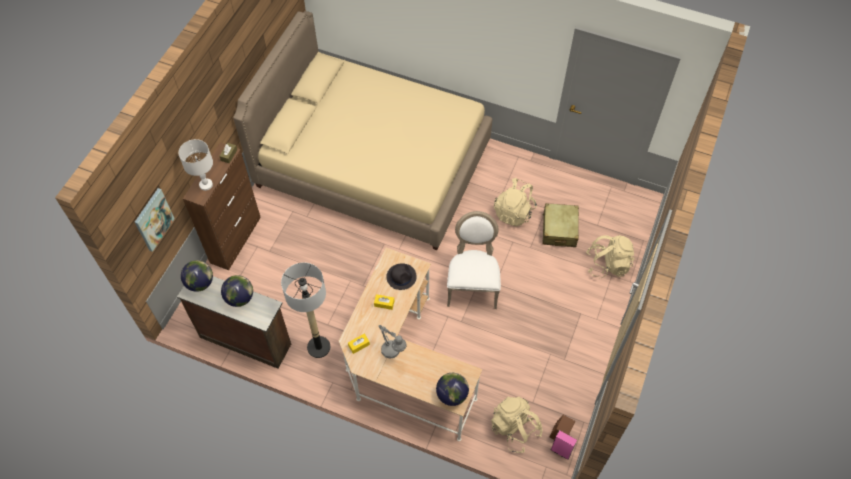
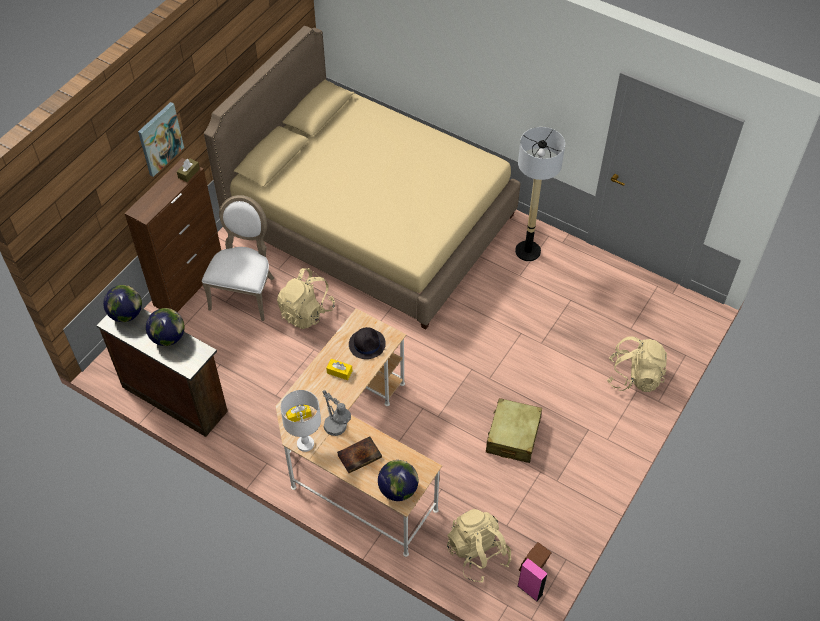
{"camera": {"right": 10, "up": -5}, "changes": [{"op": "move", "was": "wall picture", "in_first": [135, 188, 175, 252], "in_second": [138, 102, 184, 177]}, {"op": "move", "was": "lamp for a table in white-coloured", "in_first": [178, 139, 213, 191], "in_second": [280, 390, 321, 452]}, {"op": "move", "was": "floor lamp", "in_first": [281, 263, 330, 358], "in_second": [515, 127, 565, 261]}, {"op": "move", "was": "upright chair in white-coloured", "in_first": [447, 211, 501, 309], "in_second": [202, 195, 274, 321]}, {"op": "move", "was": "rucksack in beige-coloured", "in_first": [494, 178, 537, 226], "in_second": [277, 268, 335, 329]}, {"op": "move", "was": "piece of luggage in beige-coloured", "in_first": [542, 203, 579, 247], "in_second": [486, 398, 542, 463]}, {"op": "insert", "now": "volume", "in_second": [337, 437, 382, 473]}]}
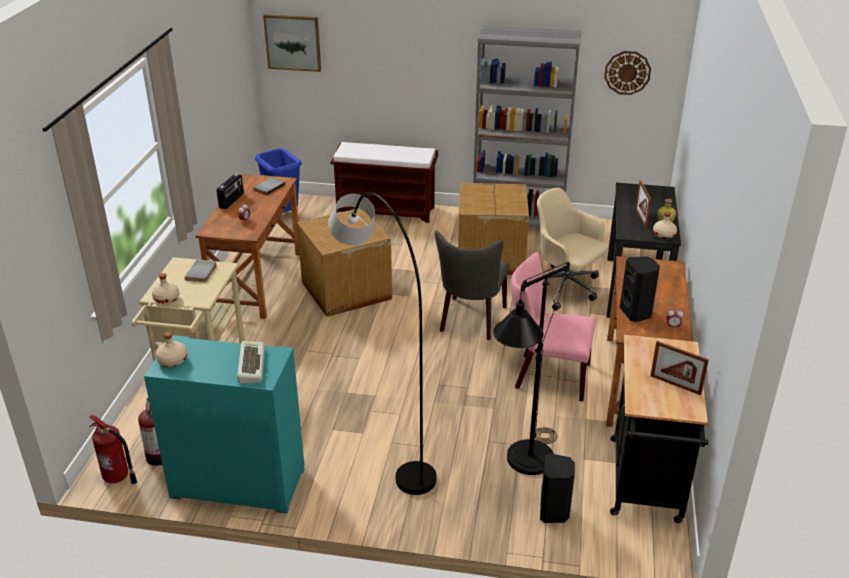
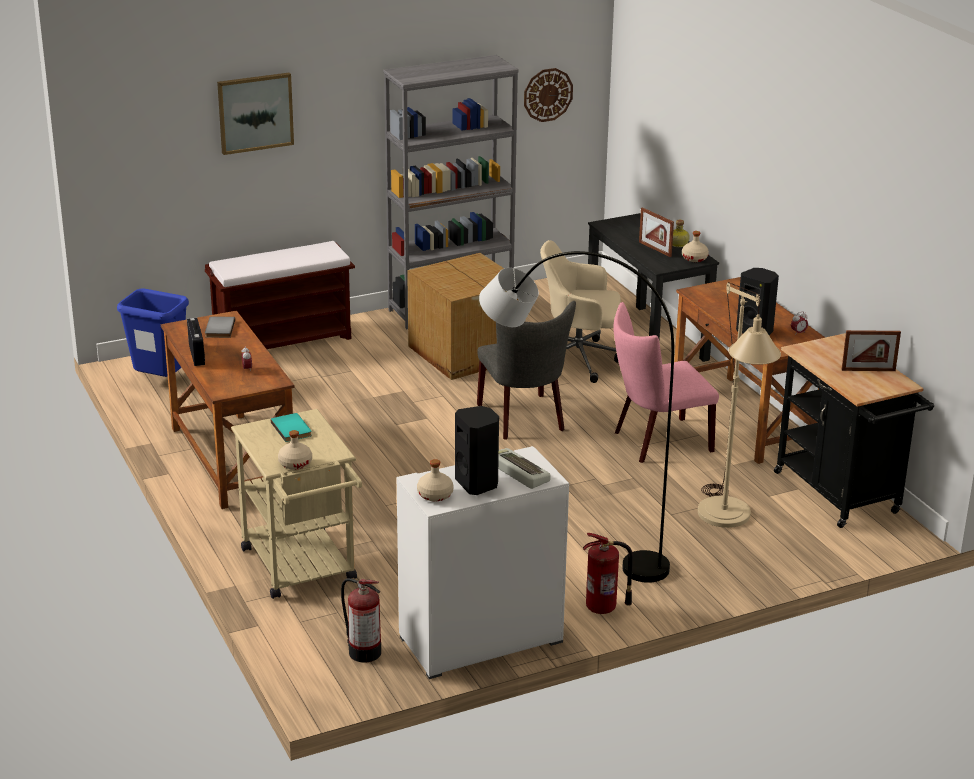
{"camera": {"right": -35, "up": -5}, "changes": [{"op": "move", "was": "fire-fighting cylinder", "in_first": [89, 414, 137, 484], "in_second": [583, 533, 633, 614]}, {"op": "recolor", "was": "storage cabinet in blue-green", "now": "storage cabinet in white-coloured", "in_first": [144, 335, 304, 513], "in_second": [397, 446, 569, 679]}, {"op": "recolor", "was": "volume in greyish", "now": "volume in blue-green", "in_first": [185, 260, 217, 282], "in_second": [270, 413, 312, 442]}, {"op": "move", "was": "wall picture", "in_first": [263, 14, 321, 72], "in_second": [217, 73, 294, 155]}, {"op": "delete", "was": "carton", "in_first": [297, 208, 392, 317]}, {"op": "recolor", "was": "floor lamp in black", "now": "floor lamp in beige-coloured", "in_first": [493, 262, 570, 475], "in_second": [698, 282, 781, 528]}, {"op": "move", "was": "speaker in black", "in_first": [540, 453, 575, 523], "in_second": [455, 406, 499, 495]}]}
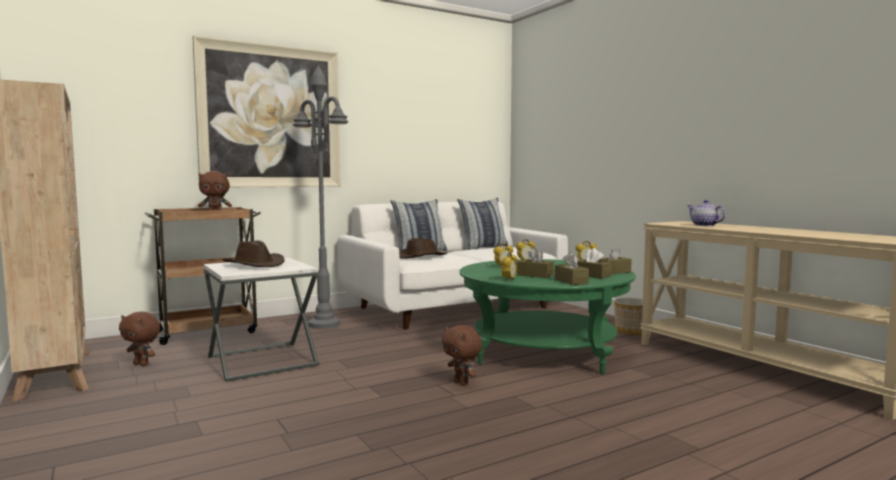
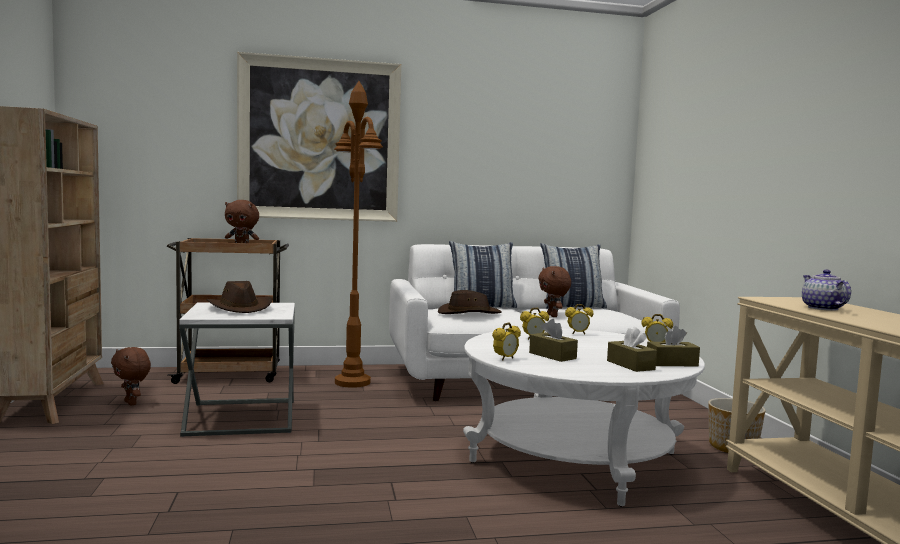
{"camera": {"right": 20, "up": 0}, "changes": [{"op": "recolor", "was": "floor lamp in greyish", "now": "floor lamp in brown", "in_first": [293, 66, 348, 329], "in_second": [334, 81, 383, 388]}, {"op": "move", "was": "soft toy in brown", "in_first": [442, 325, 482, 386], "in_second": [538, 266, 571, 317]}, {"op": "recolor", "was": "coffee table in greenish", "now": "coffee table in white-coloured", "in_first": [460, 259, 636, 374], "in_second": [463, 328, 705, 506]}, {"op": "delete", "was": "box of tissues in brown", "in_first": [555, 252, 589, 285]}]}
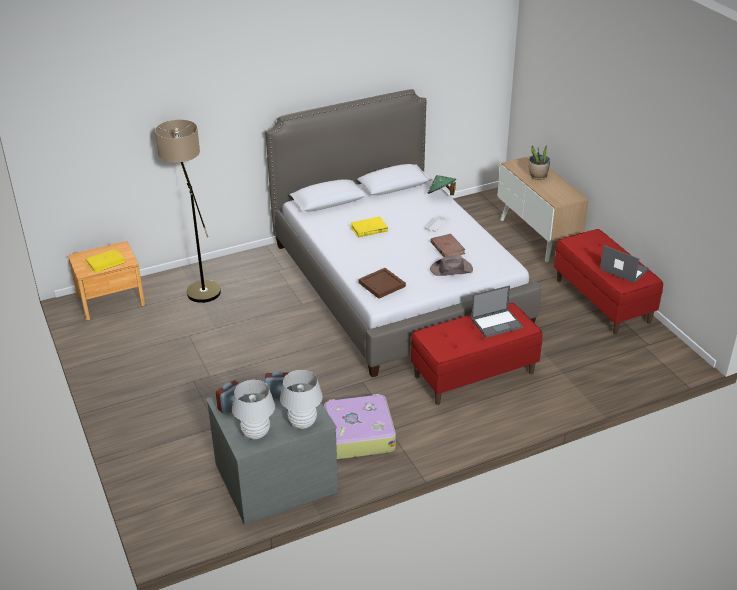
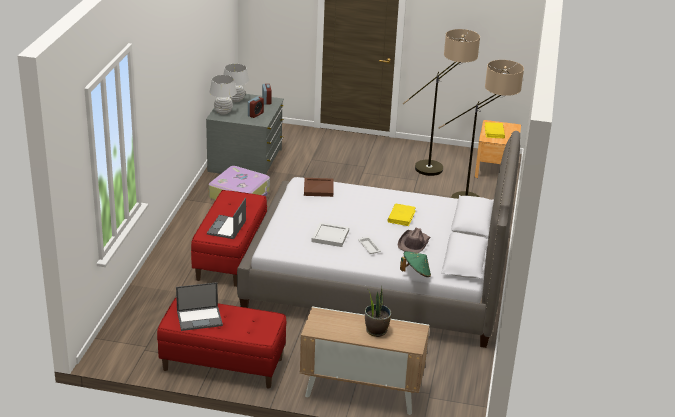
{"camera": {"right": 125, "up": -5}, "changes": [{"op": "replace", "was": "volume in brown", "now": "carrying tray in white-coloured", "in_first": [430, 234, 466, 257], "in_second": [311, 222, 349, 247]}, {"op": "move", "was": "wearable hat in brown", "in_first": [430, 254, 473, 276], "in_second": [398, 228, 430, 253]}, {"op": "insert", "now": "floor lamp", "in_second": [403, 29, 480, 176]}]}
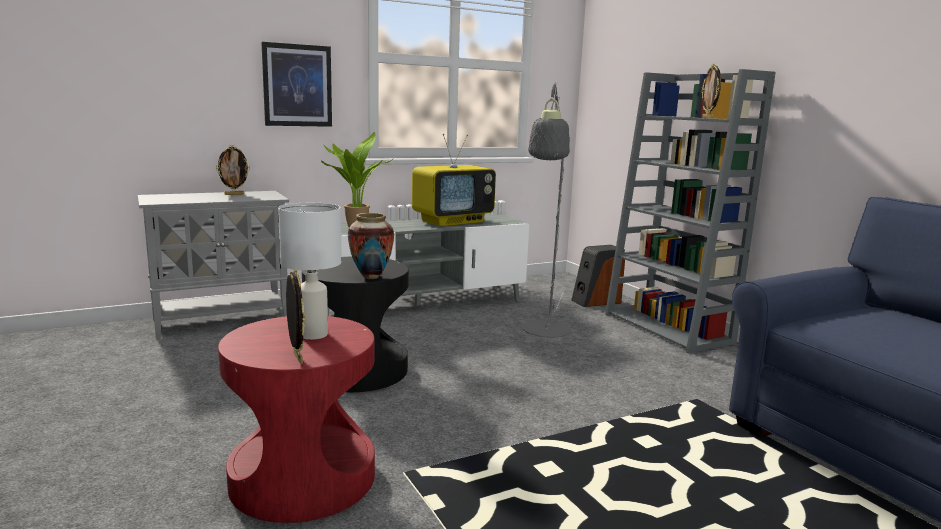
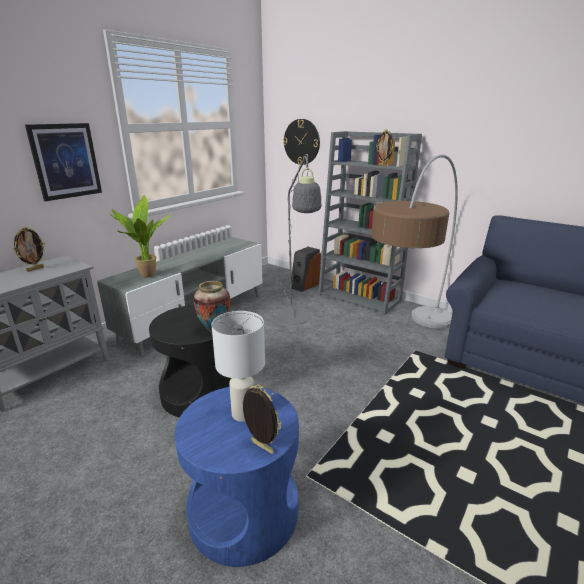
{"camera": {"right": -25, "up": 10}, "changes": [{"op": "recolor", "was": "side table in red-coloured", "now": "side table in bluish", "in_first": [218, 316, 375, 523], "in_second": [175, 387, 299, 567]}, {"op": "delete", "was": "television", "in_first": [412, 134, 496, 226]}, {"op": "insert", "now": "wall clock", "in_second": [283, 119, 320, 165]}, {"op": "insert", "now": "floor lamp", "in_second": [371, 154, 458, 329]}]}
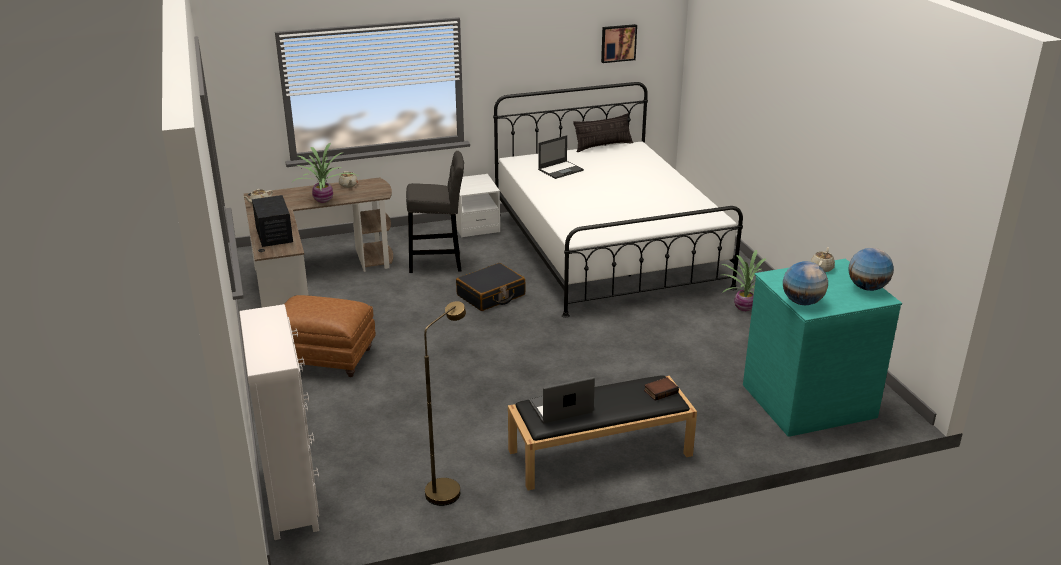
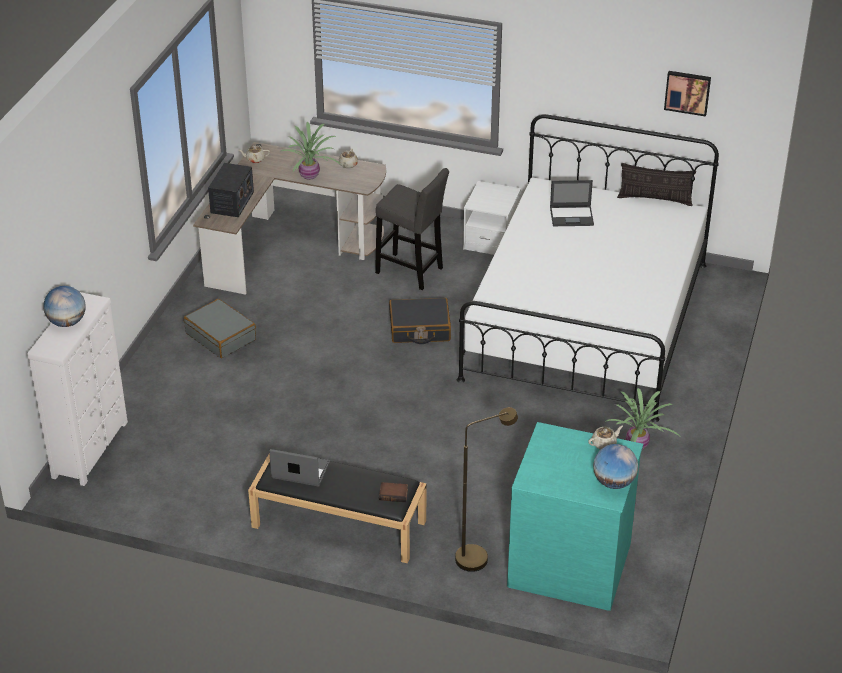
{"camera": {"right": 35, "up": 10}, "changes": [{"op": "replace", "was": "ottoman in brown", "now": "piece of luggage in greyish", "in_first": [285, 295, 376, 377], "in_second": [184, 299, 256, 358]}, {"op": "move", "was": "floor lamp in brown", "in_first": [424, 301, 466, 506], "in_second": [455, 407, 518, 572]}, {"op": "move", "was": "desk globe", "in_first": [783, 261, 828, 305], "in_second": [43, 286, 86, 327]}]}
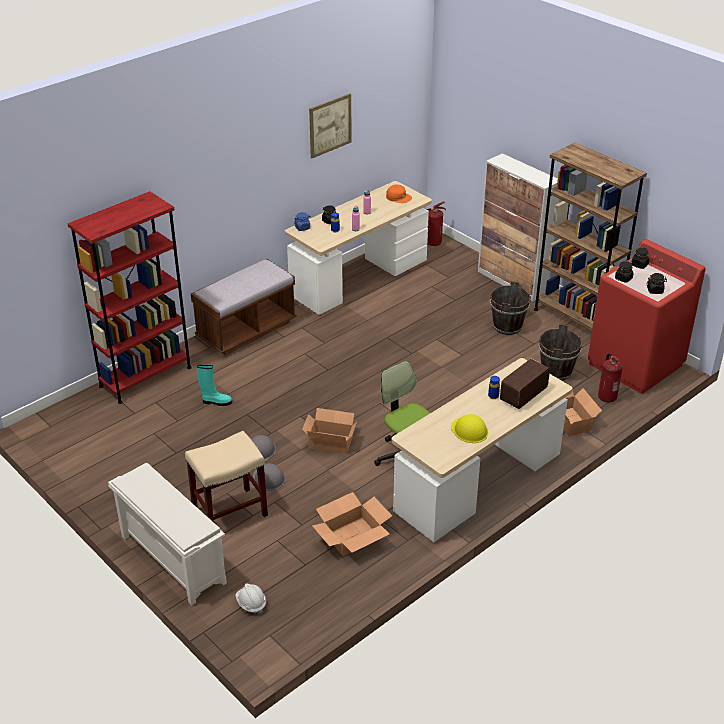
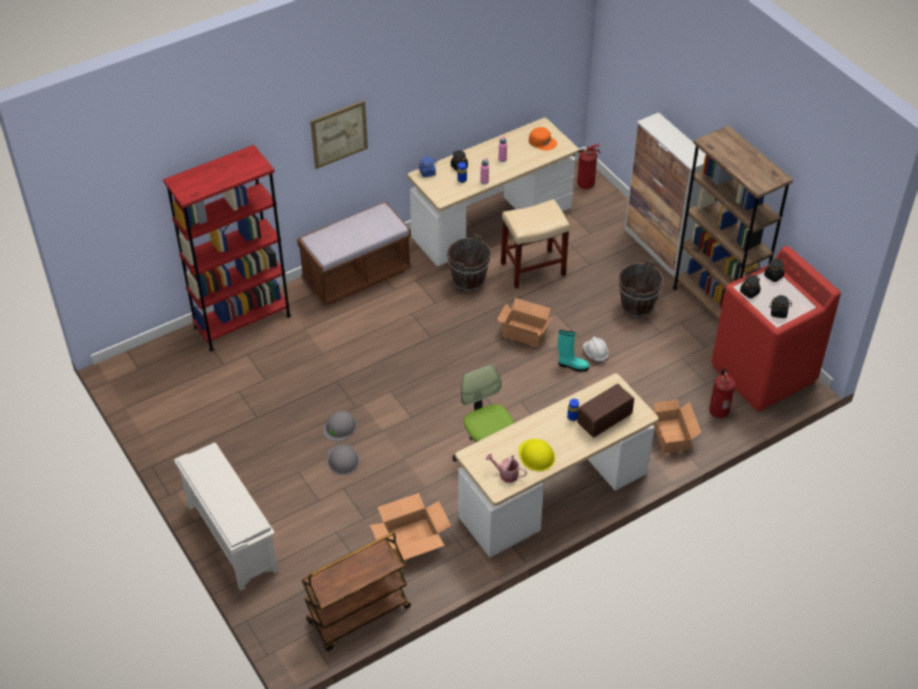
{"camera": {"right": 10, "up": 10}, "changes": [{"op": "move", "was": "stool in beige-coloured", "in_first": [185, 431, 268, 522], "in_second": [501, 199, 570, 289]}, {"op": "move", "was": "boot in blue-green", "in_first": [197, 365, 232, 406], "in_second": [558, 330, 589, 372]}, {"op": "move", "was": "safety helmet in white-coloured", "in_first": [235, 583, 266, 615], "in_second": [583, 337, 609, 363]}, {"op": "move", "was": "carton", "in_first": [302, 408, 357, 454], "in_second": [497, 298, 552, 347]}, {"op": "move", "was": "wall picture", "in_first": [309, 93, 352, 158], "in_second": [310, 100, 368, 169]}, {"op": "move", "was": "bucket in brown", "in_first": [539, 324, 582, 381], "in_second": [447, 234, 491, 292]}, {"op": "insert", "now": "cart in brown", "in_second": [302, 532, 411, 651]}, {"op": "insert", "now": "watering pot", "in_second": [486, 454, 527, 483]}]}
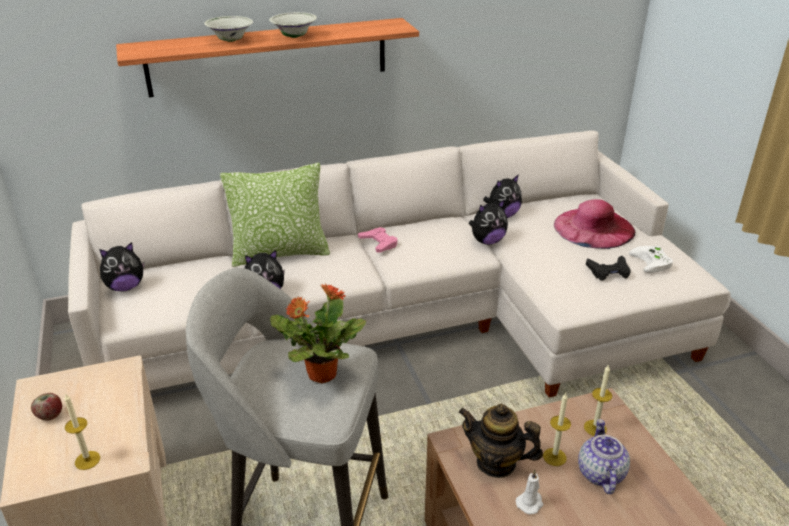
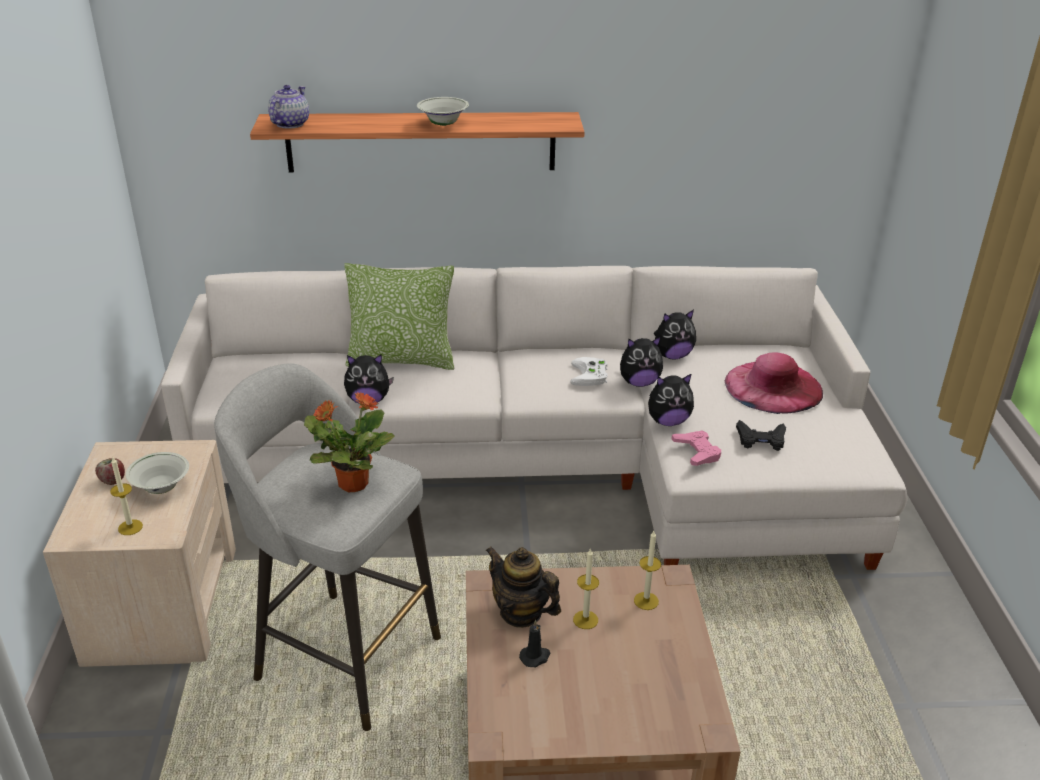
{"camera": {"right": 15, "up": 0}, "changes": [{"op": "move", "was": "soft toy", "in_first": [99, 242, 145, 291], "in_second": [648, 373, 694, 426]}, {"op": "move", "was": "bowl in white-coloured", "in_first": [204, 16, 253, 42], "in_second": [126, 452, 189, 494]}, {"op": "move", "was": "game controller in pinkish", "in_first": [358, 227, 398, 252], "in_second": [671, 431, 721, 466]}, {"op": "recolor", "was": "candle in white-coloured", "now": "candle in black", "in_first": [516, 470, 543, 514], "in_second": [519, 620, 550, 667]}, {"op": "move", "was": "tea pot", "in_first": [578, 419, 630, 494], "in_second": [268, 85, 309, 129]}, {"op": "move", "was": "game controller in white-coloured", "in_first": [629, 246, 673, 273], "in_second": [570, 357, 608, 386]}]}
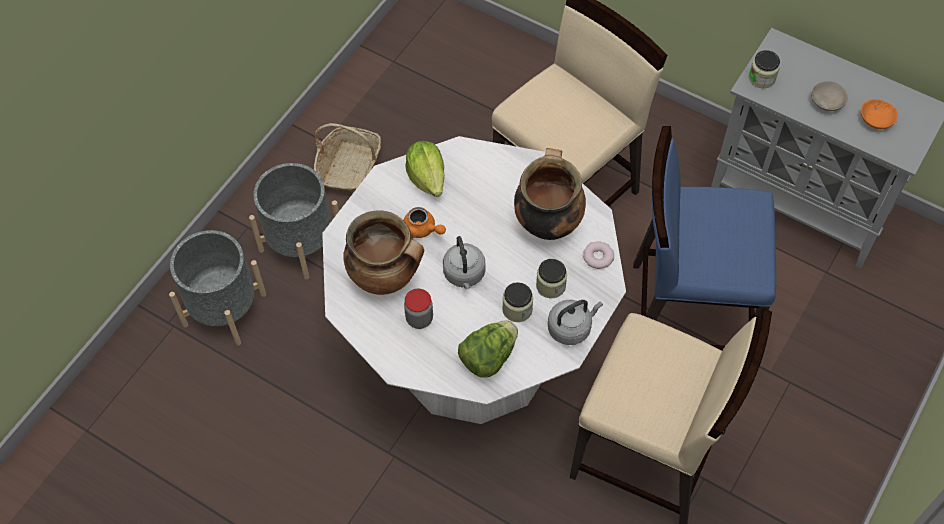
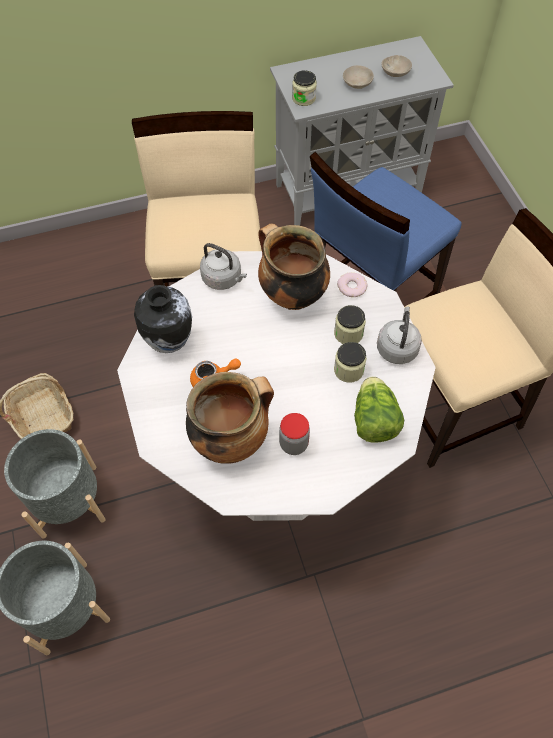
{"camera": {"right": -50, "up": 0}, "changes": [{"op": "replace", "was": "head of lettuce", "now": "decorative vase", "in_first": [405, 141, 445, 197], "in_second": [134, 285, 192, 353]}, {"op": "move", "was": "water kettle in greyish", "in_first": [443, 236, 485, 290], "in_second": [200, 243, 247, 290]}, {"op": "recolor", "was": "bowl in orangey", "now": "bowl in beige-coloured", "in_first": [861, 99, 898, 129], "in_second": [382, 55, 412, 77]}]}
